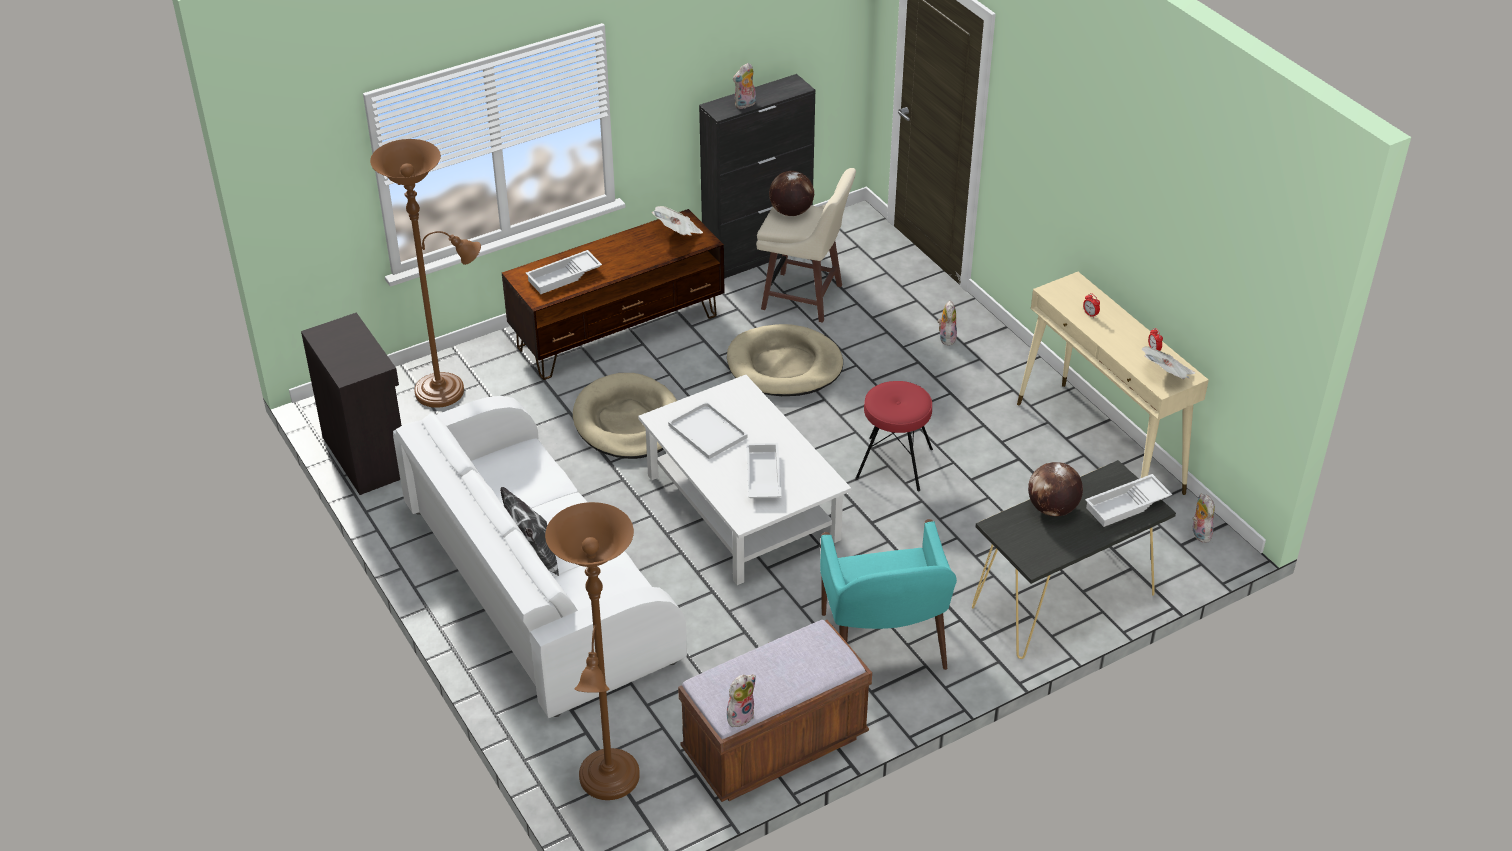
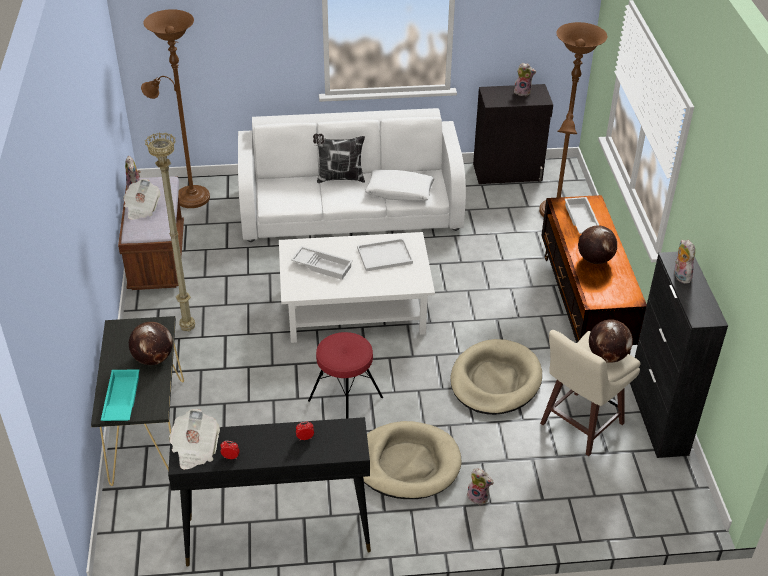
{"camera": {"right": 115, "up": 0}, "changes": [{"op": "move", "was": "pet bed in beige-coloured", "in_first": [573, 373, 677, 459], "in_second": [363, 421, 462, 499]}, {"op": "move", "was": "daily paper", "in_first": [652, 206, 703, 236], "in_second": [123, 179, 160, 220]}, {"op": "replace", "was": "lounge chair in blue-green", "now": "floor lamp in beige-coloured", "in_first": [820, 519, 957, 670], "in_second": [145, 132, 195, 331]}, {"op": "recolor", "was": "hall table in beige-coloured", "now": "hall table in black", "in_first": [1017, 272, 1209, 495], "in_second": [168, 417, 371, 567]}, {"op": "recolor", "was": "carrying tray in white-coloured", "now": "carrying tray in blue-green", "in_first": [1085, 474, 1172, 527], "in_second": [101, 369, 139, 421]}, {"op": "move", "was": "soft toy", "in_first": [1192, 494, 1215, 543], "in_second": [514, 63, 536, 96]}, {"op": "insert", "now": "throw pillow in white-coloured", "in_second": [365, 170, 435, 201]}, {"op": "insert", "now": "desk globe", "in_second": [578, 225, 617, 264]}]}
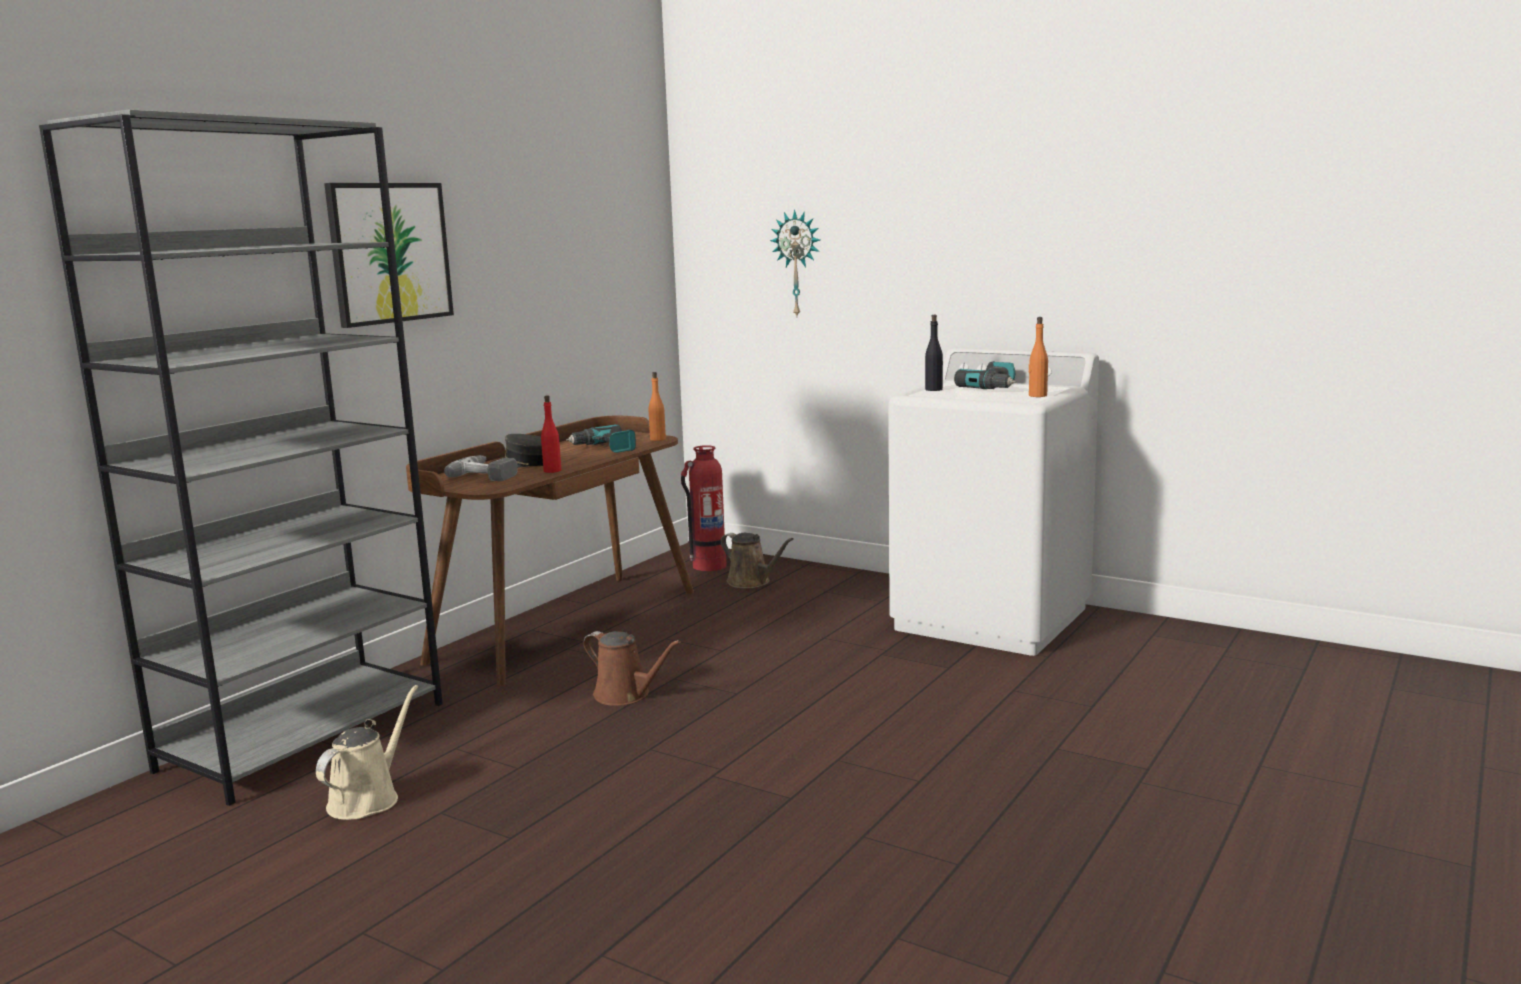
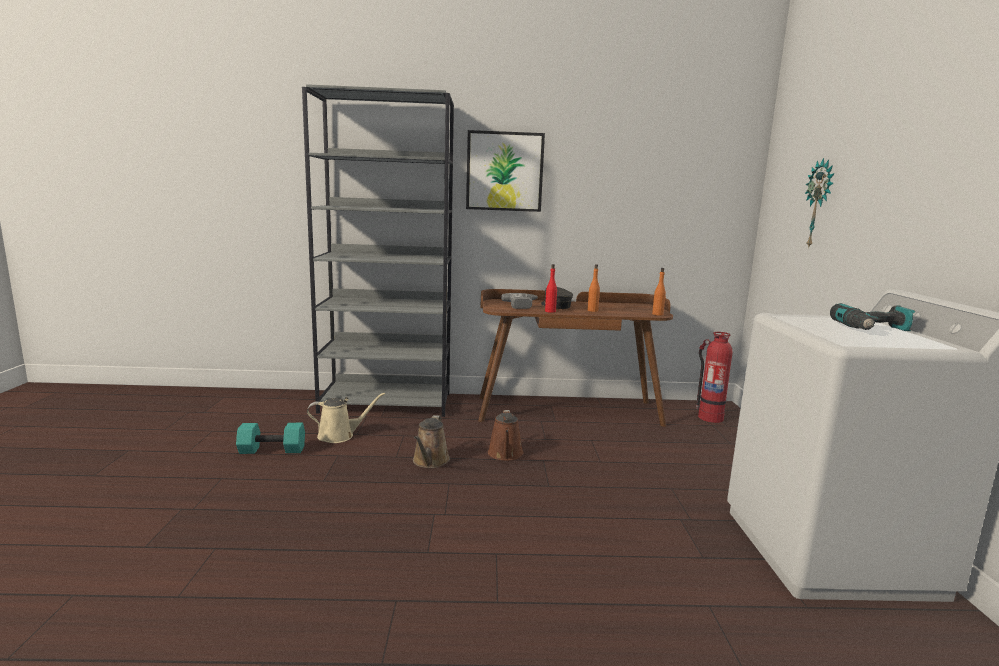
{"camera": {"right": 55, "up": 0}, "changes": [{"op": "delete", "was": "electric drill", "in_first": [566, 424, 636, 453]}, {"op": "move", "was": "watering pot in brown", "in_first": [721, 533, 794, 588], "in_second": [413, 415, 450, 468]}, {"op": "delete", "was": "bottle in black", "in_first": [925, 315, 943, 391]}, {"op": "move", "was": "bottle in orangey", "in_first": [1029, 317, 1048, 397], "in_second": [588, 264, 600, 312]}, {"op": "insert", "now": "hand weight in blue-green", "in_second": [236, 423, 305, 454]}]}
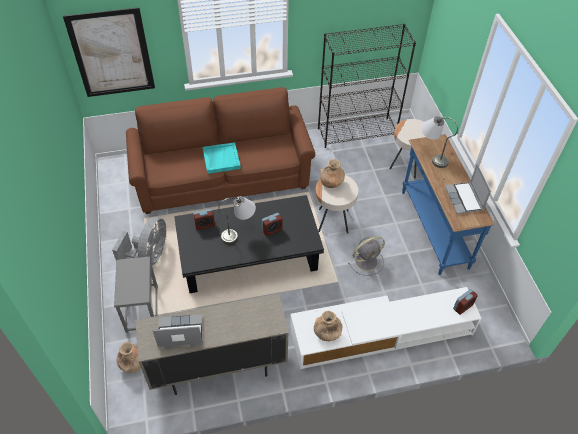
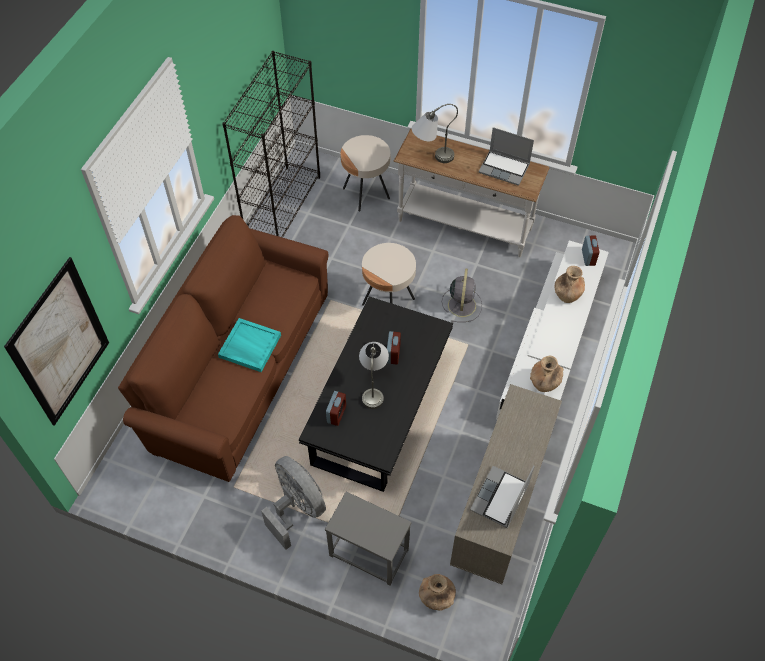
{"camera": {"right": -55, "up": 5}, "changes": [{"op": "move", "was": "decorative vase in brown", "in_first": [320, 159, 345, 188], "in_second": [554, 266, 585, 303]}, {"op": "recolor", "was": "hall table in bluish", "now": "hall table in white-coloured", "in_first": [402, 134, 494, 275], "in_second": [393, 129, 549, 257]}]}
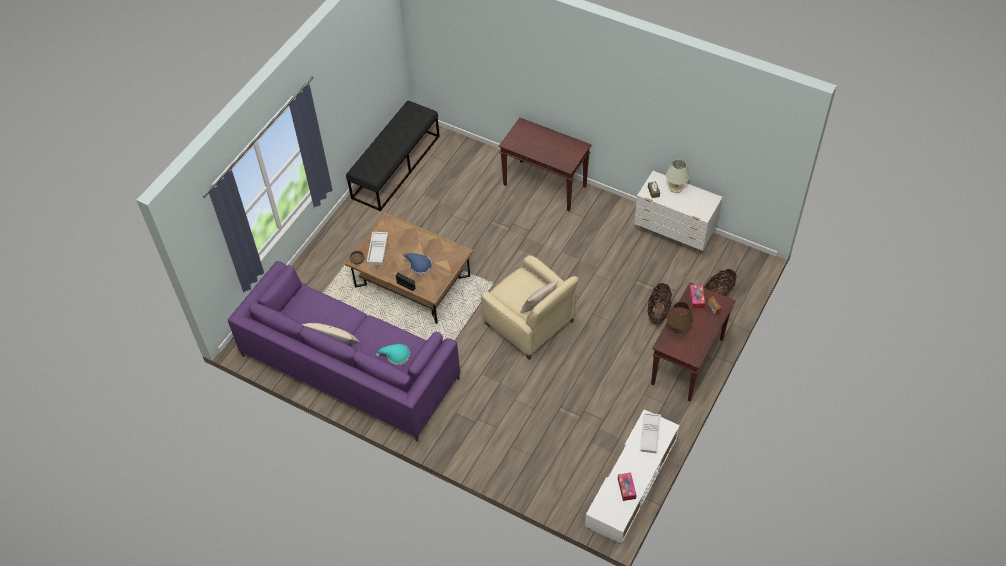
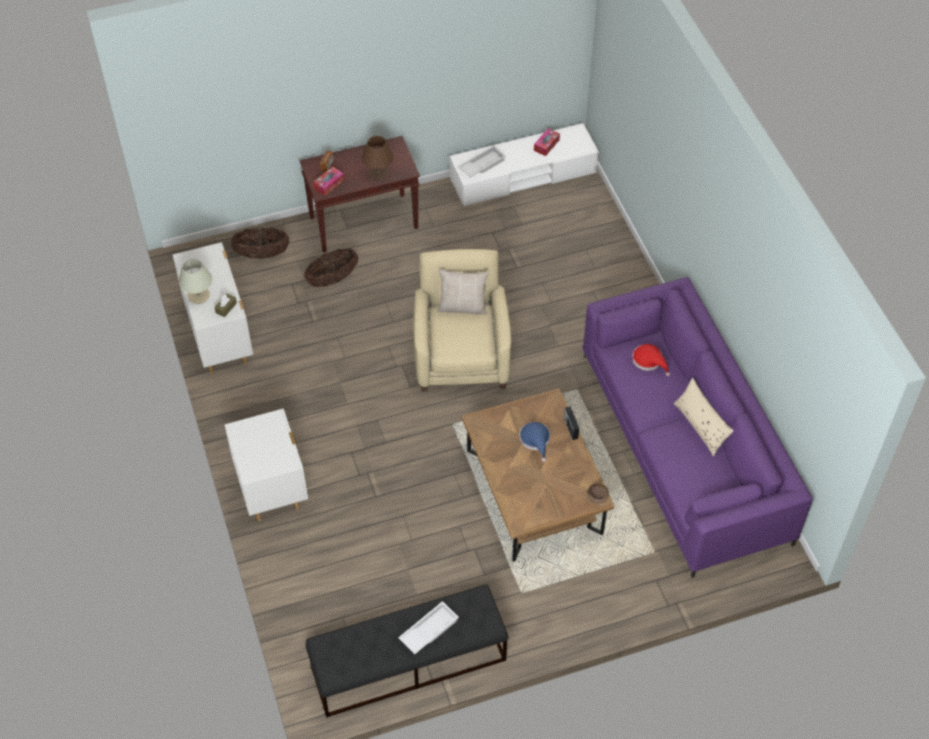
{"camera": {"right": -140, "up": 0}, "changes": [{"op": "move", "was": "carrying tray in white-coloured", "in_first": [367, 232, 388, 265], "in_second": [398, 601, 459, 654]}, {"op": "recolor", "was": "wearable hat in blue-green", "now": "wearable hat in red-coloured", "in_first": [376, 344, 410, 365], "in_second": [632, 344, 670, 376]}, {"op": "replace", "was": "hall table in brown", "now": "nightstand in white-coloured", "in_first": [499, 118, 591, 211], "in_second": [224, 408, 308, 521]}]}
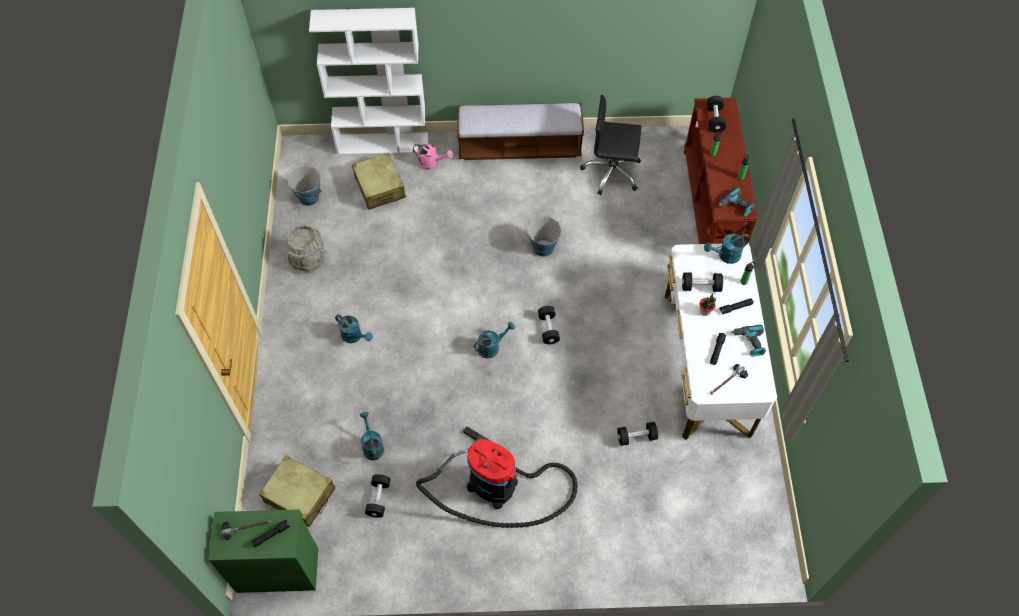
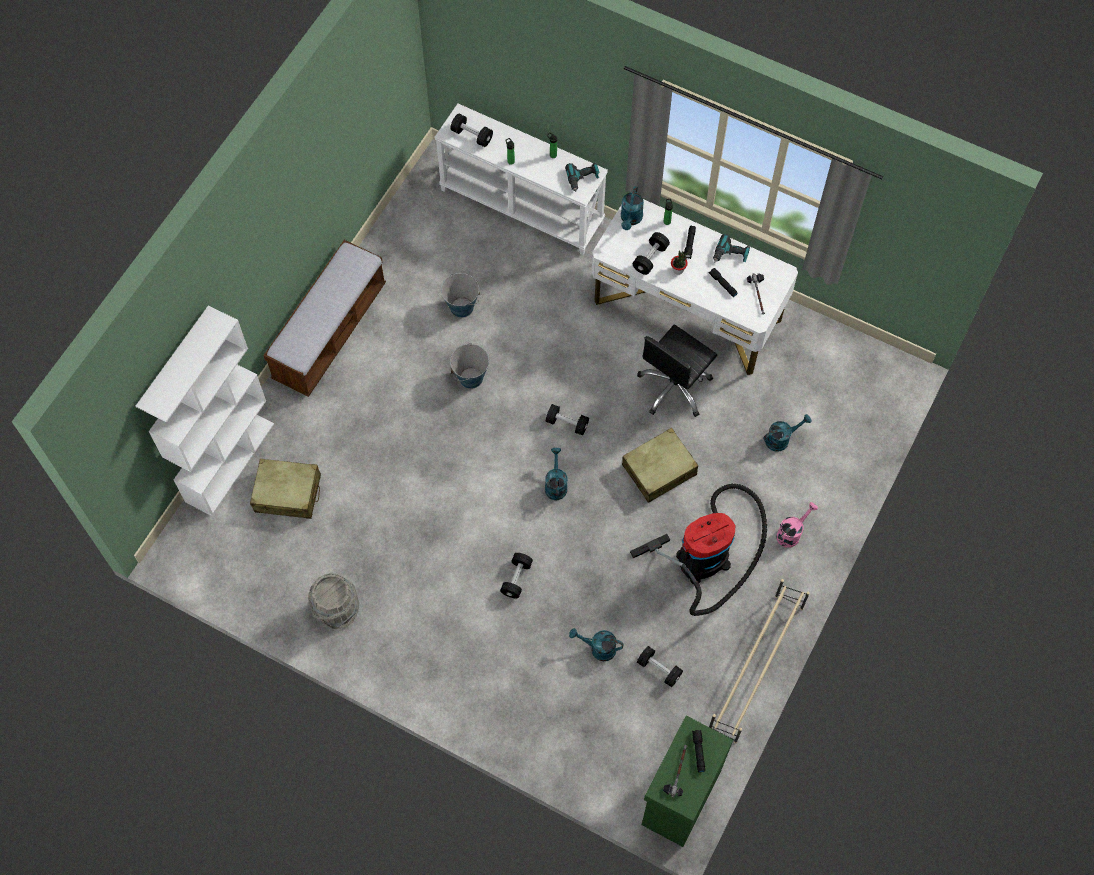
{"camera": {"right": -60, "up": 5}, "changes": [{"op": "move", "was": "piece of luggage in beige-coloured", "in_first": [259, 456, 336, 527], "in_second": [622, 428, 698, 503]}, {"op": "move", "was": "bucket", "in_first": [288, 166, 322, 206], "in_second": [441, 273, 480, 318]}, {"op": "move", "was": "watering pot in blue-green", "in_first": [335, 314, 373, 343], "in_second": [763, 414, 812, 452]}, {"op": "move", "was": "watering pot in pinkish", "in_first": [413, 144, 453, 170], "in_second": [777, 502, 818, 548]}, {"op": "move", "was": "office chair in black", "in_first": [580, 95, 642, 195], "in_second": [637, 325, 717, 417]}, {"op": "move", "was": "hand weight in black", "in_first": [617, 422, 658, 446], "in_second": [500, 553, 533, 598]}, {"op": "recolor", "was": "hall table in brown", "now": "hall table in white-coloured", "in_first": [684, 98, 758, 245], "in_second": [434, 104, 608, 255]}, {"op": "insert", "now": "shoe shelf in beige-coloured", "in_second": [709, 579, 810, 744]}]}
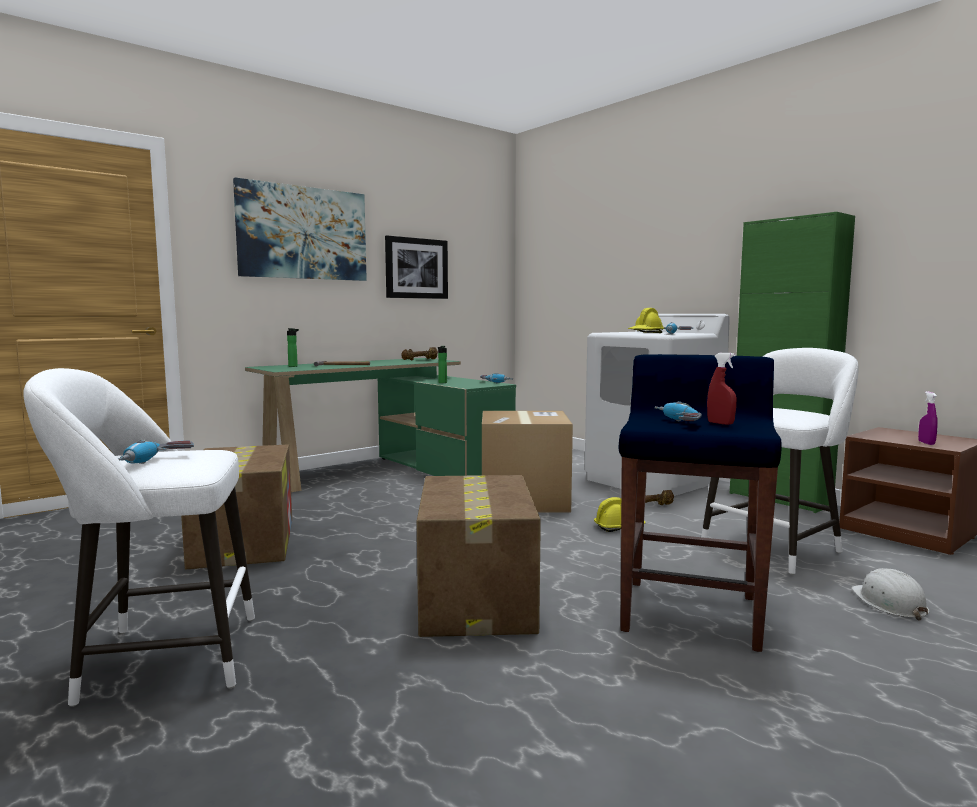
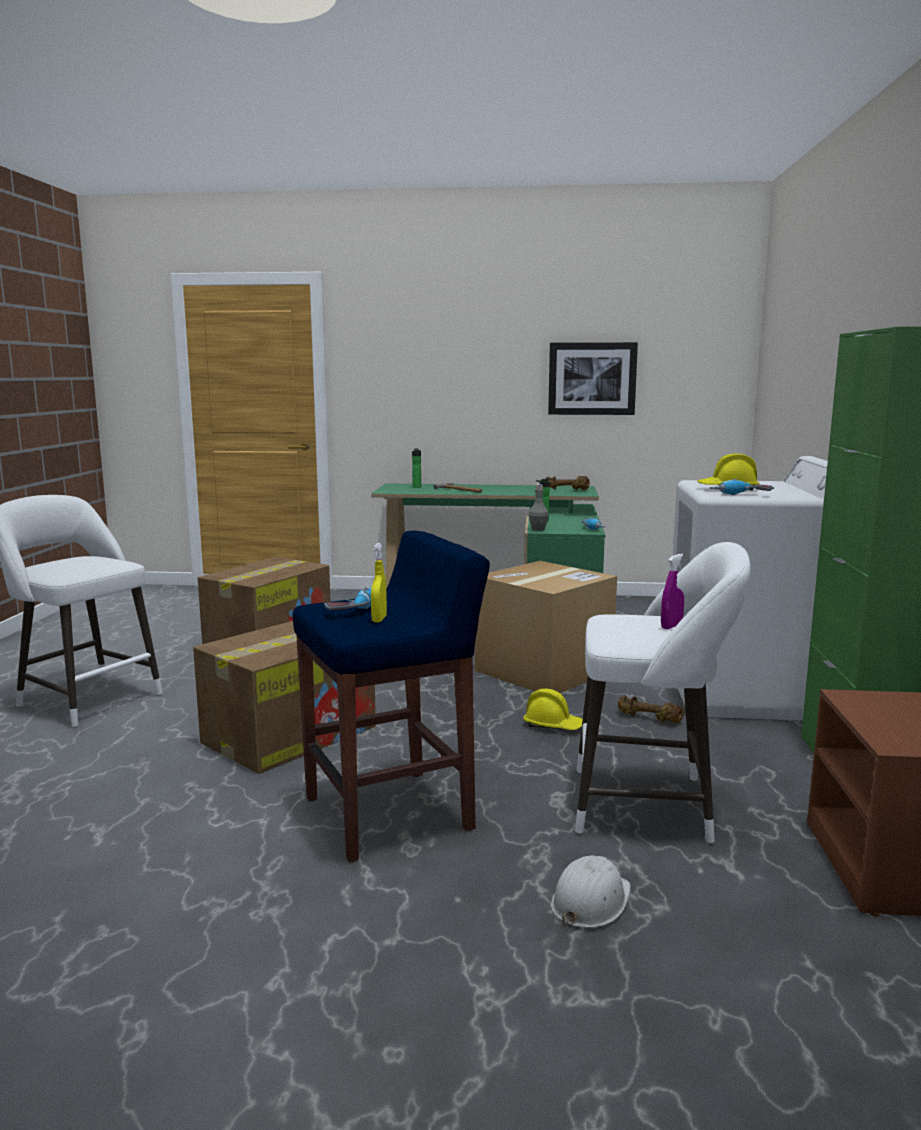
{"camera": {"right": 45, "up": 5}, "changes": [{"op": "delete", "was": "electric drill", "in_first": [117, 440, 194, 464]}, {"op": "delete", "was": "wall picture", "in_first": [233, 178, 367, 281]}, {"op": "recolor", "was": "hand sprayer in red-coloured", "now": "hand sprayer in yellow", "in_first": [707, 353, 737, 425], "in_second": [371, 543, 387, 622]}, {"op": "move", "was": "hand sprayer in purplish", "in_first": [918, 392, 938, 445], "in_second": [661, 554, 684, 629]}, {"op": "insert", "now": "bottle in greyish", "in_second": [529, 484, 549, 531]}]}
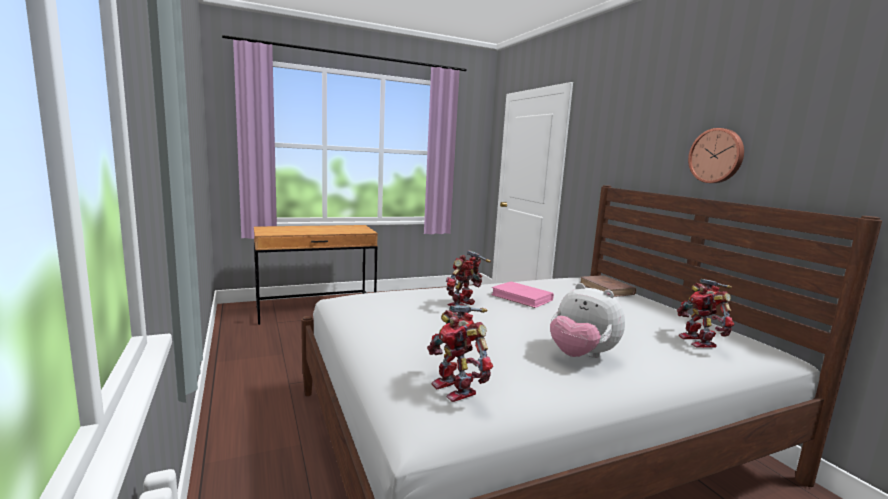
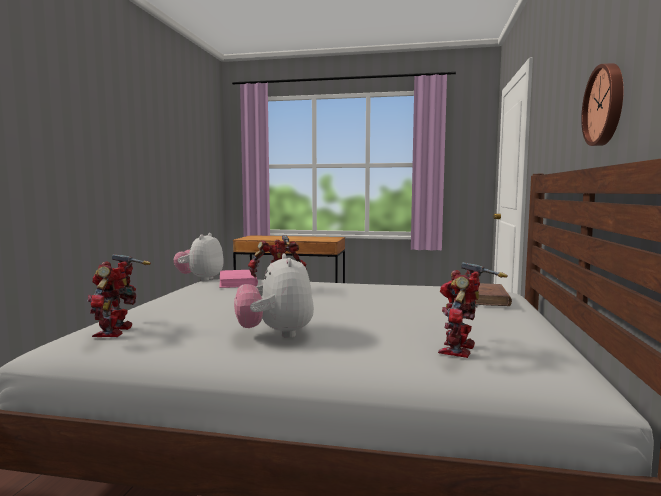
{"camera": {"right": 35, "up": -5}, "changes": [{"op": "move", "was": "volume in pinkish", "in_first": [491, 282, 554, 308], "in_second": [219, 270, 258, 288]}, {"op": "insert", "now": "soft toy", "in_second": [174, 233, 224, 281]}]}
